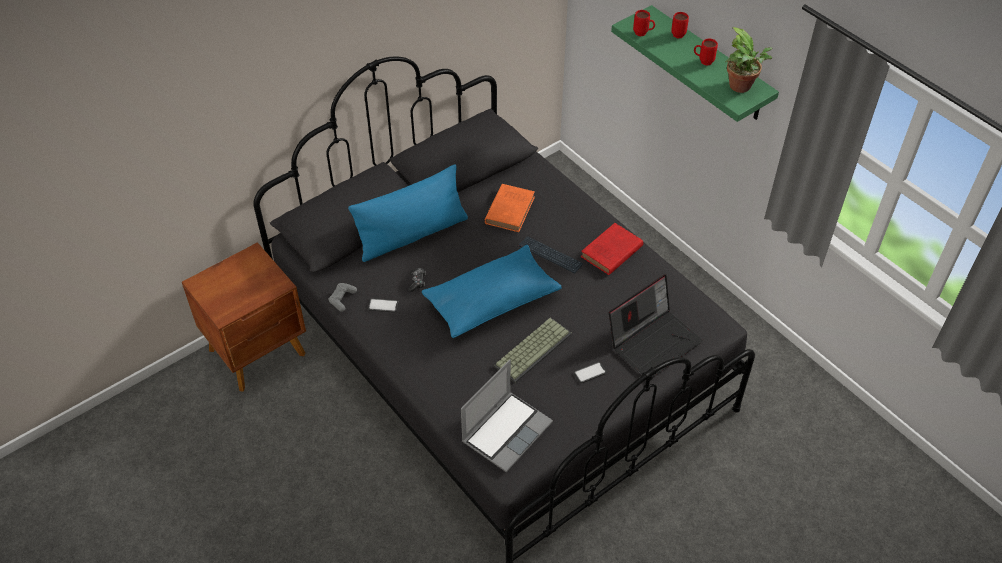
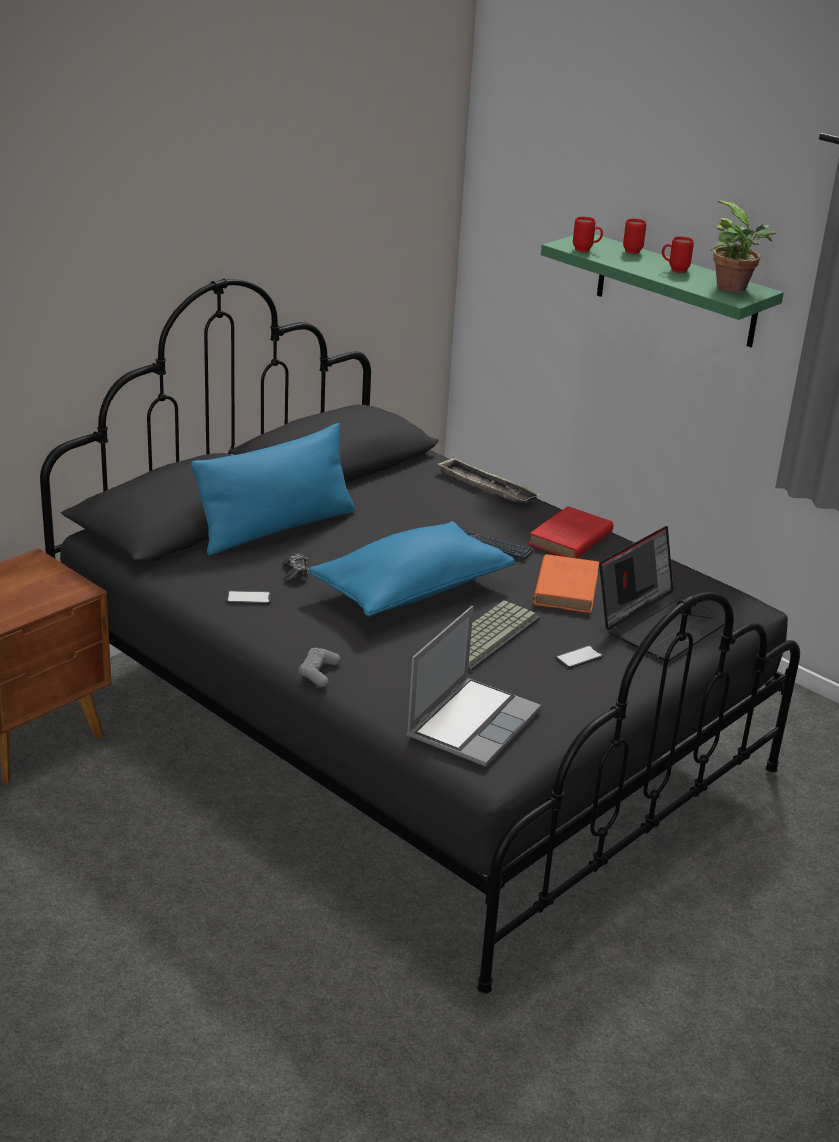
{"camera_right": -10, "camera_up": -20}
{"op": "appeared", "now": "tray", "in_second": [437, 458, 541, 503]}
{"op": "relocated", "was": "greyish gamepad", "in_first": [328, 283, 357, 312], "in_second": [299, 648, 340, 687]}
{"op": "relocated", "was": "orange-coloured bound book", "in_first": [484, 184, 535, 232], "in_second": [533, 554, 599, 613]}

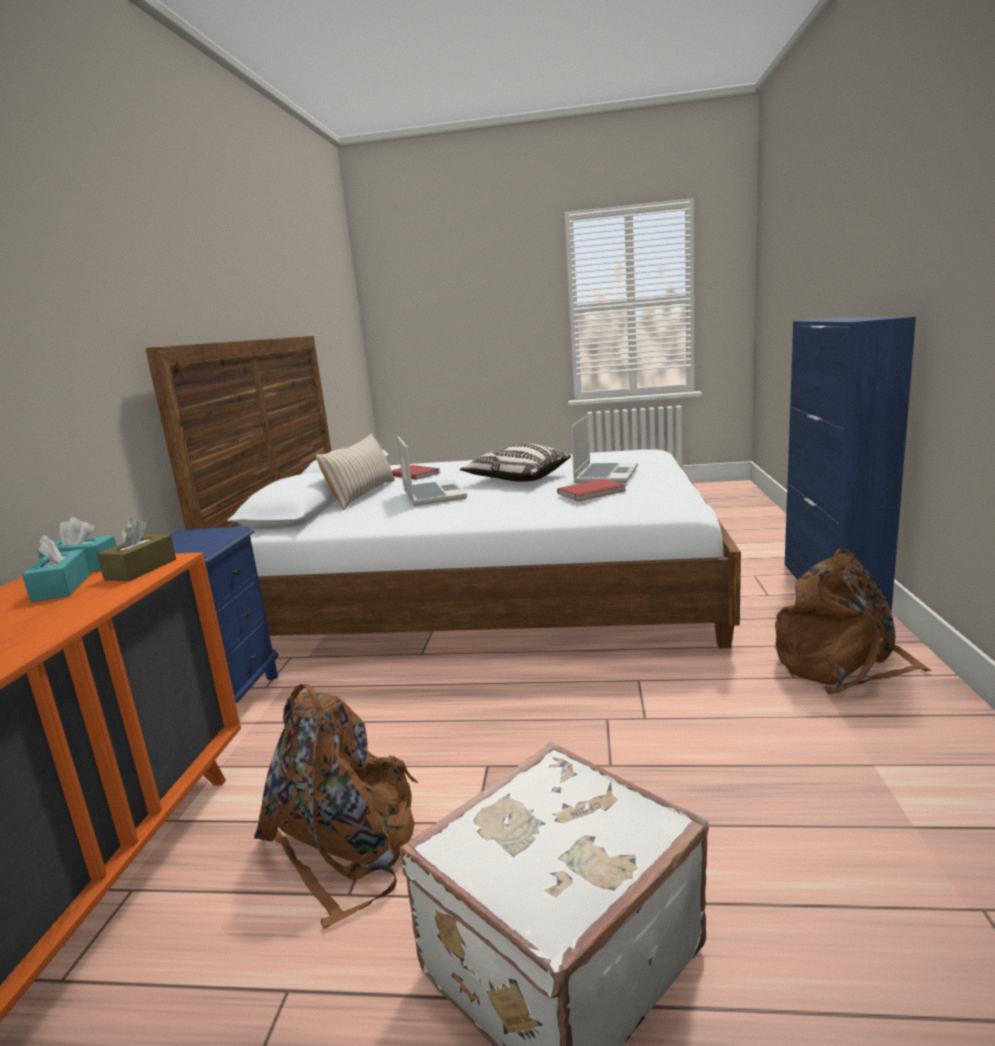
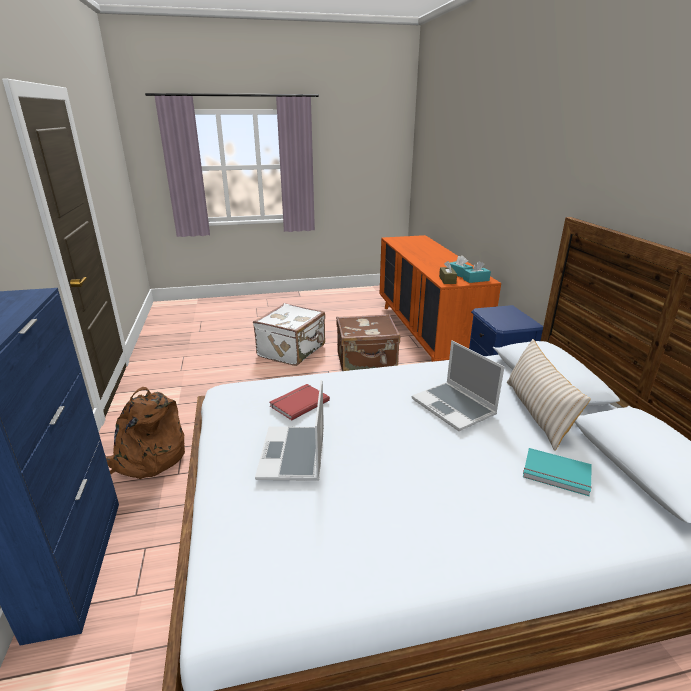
{"camera_right": 160, "camera_up": 10}
{"op": "missing", "was": "throw pillow", "in_first": [460, 444, 571, 482]}
{"op": "exchanged", "was": "brownish rucksack", "now": "brownish suitcase", "in_first": [254, 684, 418, 929], "in_second": [336, 314, 400, 371]}
{"op": "colour", "was": "reddish bound book", "now": "turquoise bound book", "in_first": [391, 465, 440, 480], "in_second": [523, 448, 592, 496]}

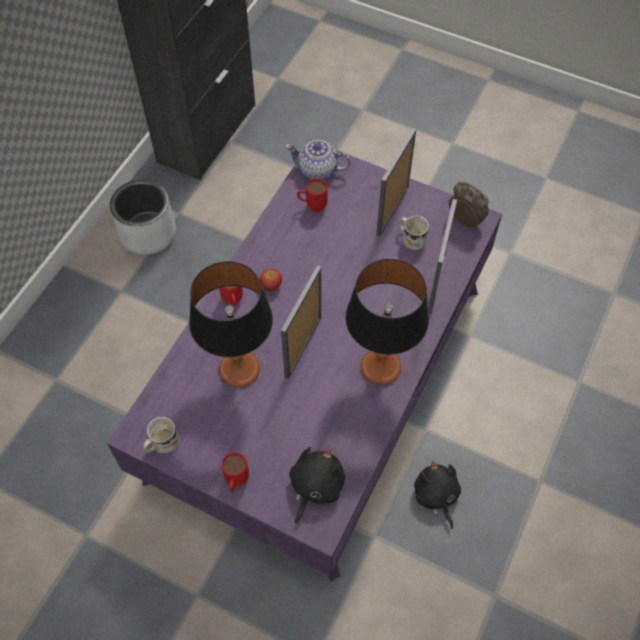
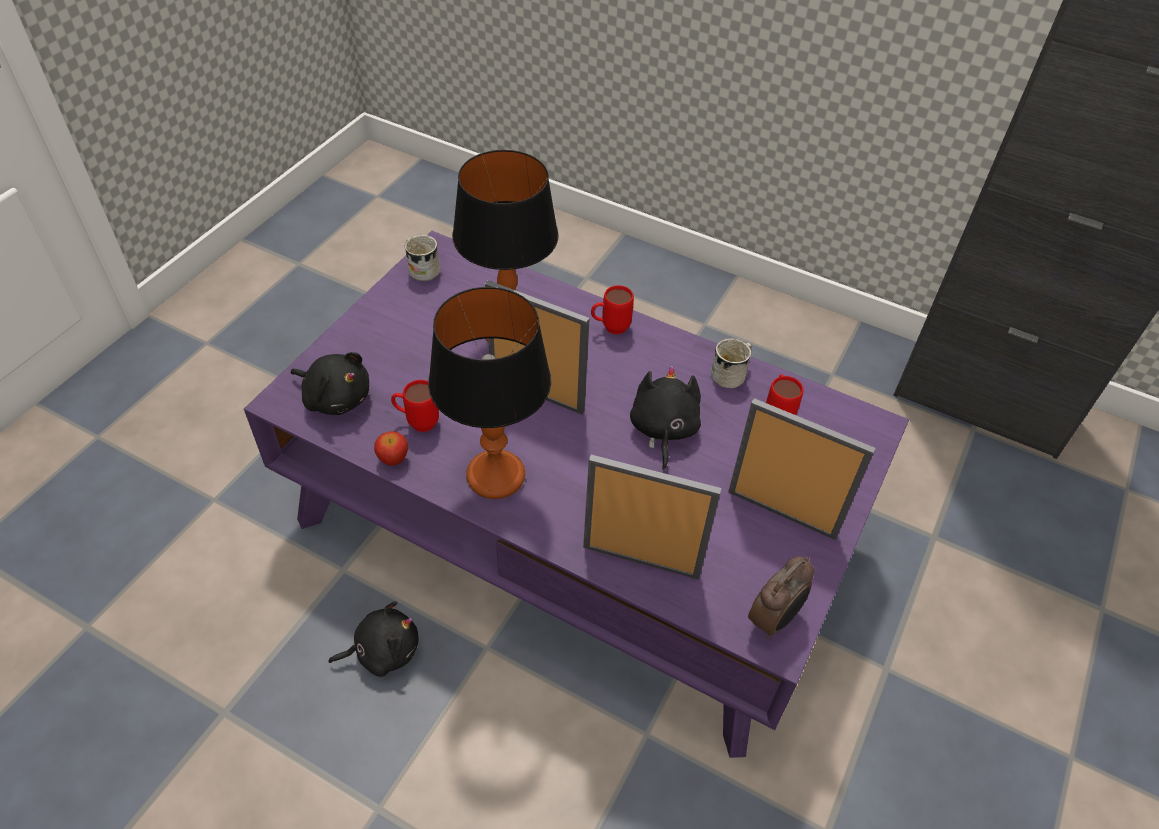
{"camera_right": 90, "camera_up": -10}
{"op": "missing", "was": "greyish flower pot", "in_first": [110, 180, 176, 255]}
{"op": "missing", "was": "teapot", "in_first": [285, 140, 351, 180]}
{"op": "appeared", "now": "black soft toy", "in_second": [630, 365, 701, 471]}
{"op": "relocated", "was": "reddish mug", "in_first": [221, 452, 249, 493], "in_second": [391, 380, 439, 432]}
{"op": "relocated", "was": "whole apple", "in_first": [260, 268, 282, 291], "in_second": [374, 431, 408, 466]}
{"op": "relocated", "was": "whitish mug", "in_first": [399, 216, 429, 250], "in_second": [711, 338, 752, 388]}

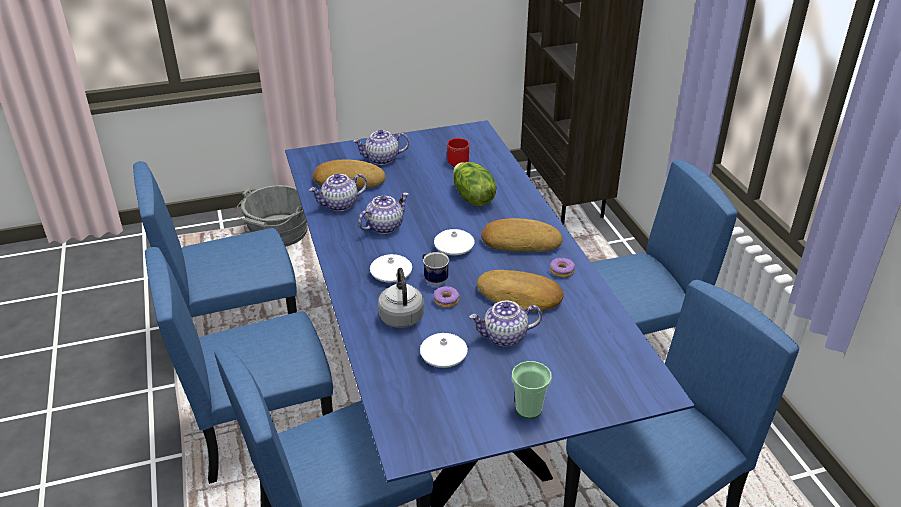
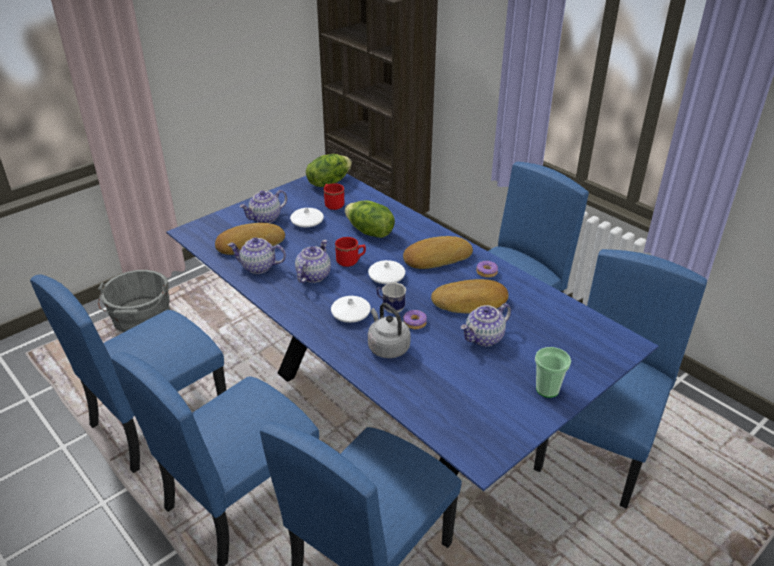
{"camera_right": -25, "camera_up": 0}
{"op": "appeared", "now": "lettuce head", "in_second": [306, 154, 352, 187]}
{"op": "appeared", "now": "reddish mug", "in_second": [335, 237, 366, 267]}
{"op": "relocated", "was": "whitish flower vase", "in_first": [420, 333, 468, 368], "in_second": [290, 208, 324, 227]}
{"op": "spun", "was": "teapot", "in_first": [309, 174, 367, 211], "in_second": [228, 237, 286, 274], "clockwise": 60}

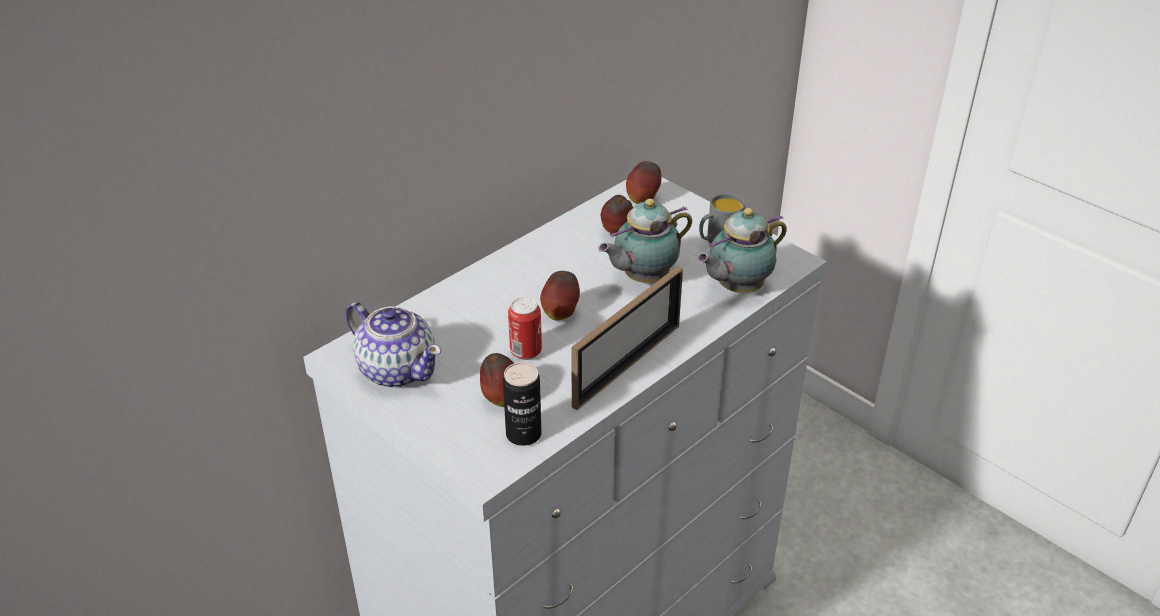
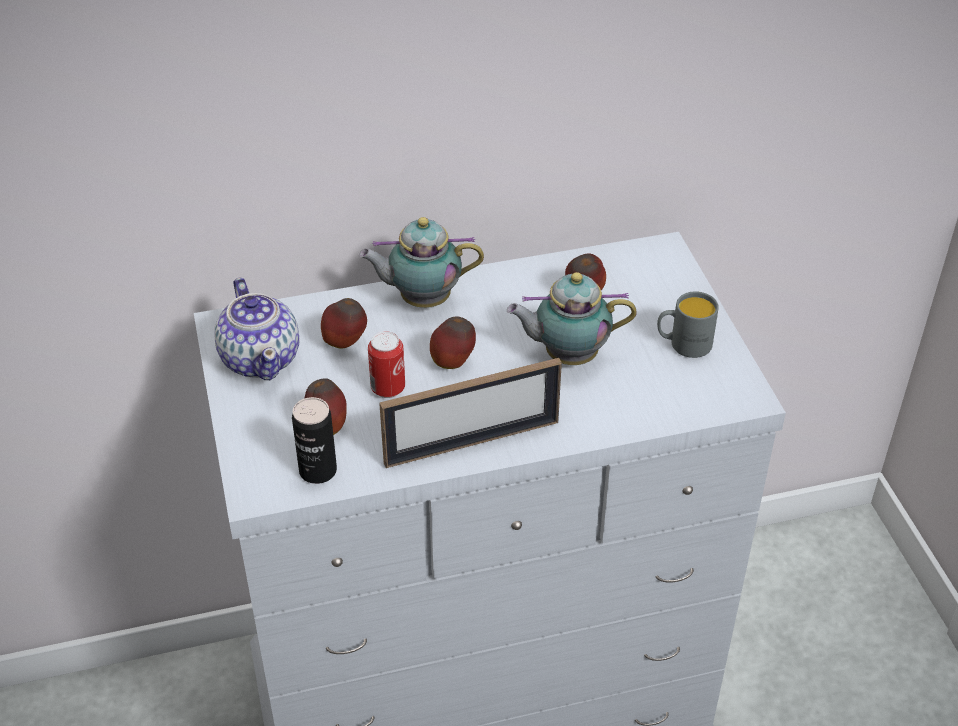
{"camera_right": 30, "camera_up": 5}
{"op": "relocated", "was": "whole apple", "in_first": [626, 161, 661, 204], "in_second": [321, 298, 367, 349]}
{"op": "relocated", "was": "teapot", "in_first": [697, 208, 787, 293], "in_second": [359, 217, 484, 308]}

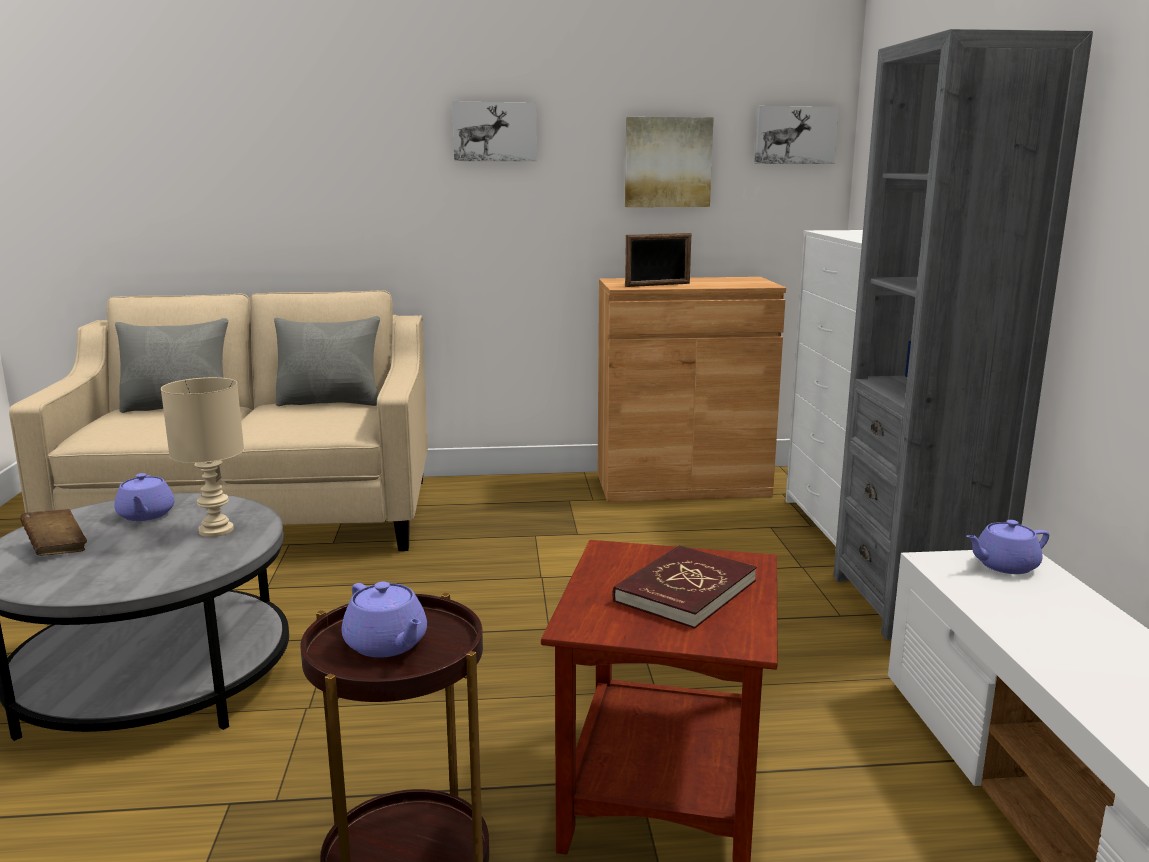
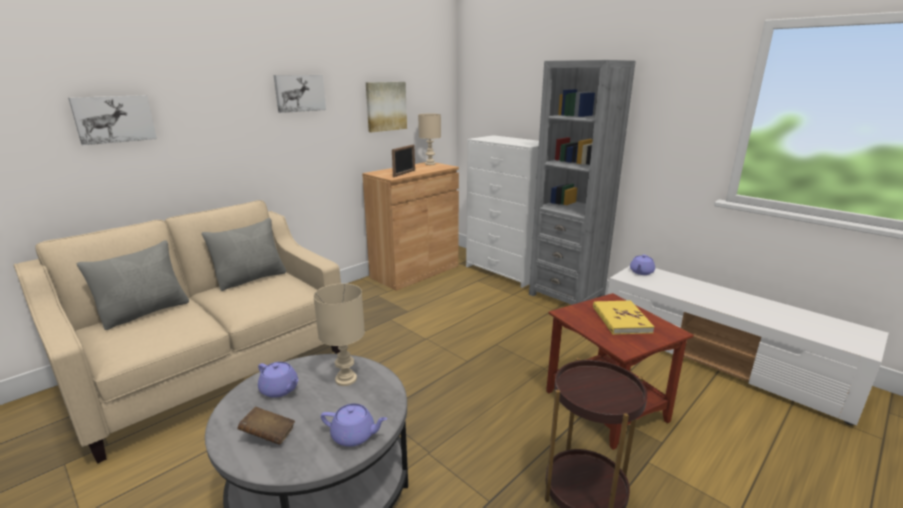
{"camera_right": -40, "camera_up": 5}
{"op": "appeared", "now": "beige tabletop lamp", "in_second": [418, 114, 441, 165]}
{"op": "relocated", "was": "purple-coloured teapot", "in_first": [342, 582, 427, 658], "in_second": [321, 404, 388, 447]}
{"op": "relocated", "was": "wall picture", "in_first": [754, 106, 839, 164], "in_second": [68, 95, 157, 145]}
{"op": "colour", "was": "reddish bound book", "now": "yellow bound book", "in_first": [613, 545, 757, 629], "in_second": [593, 300, 654, 335]}

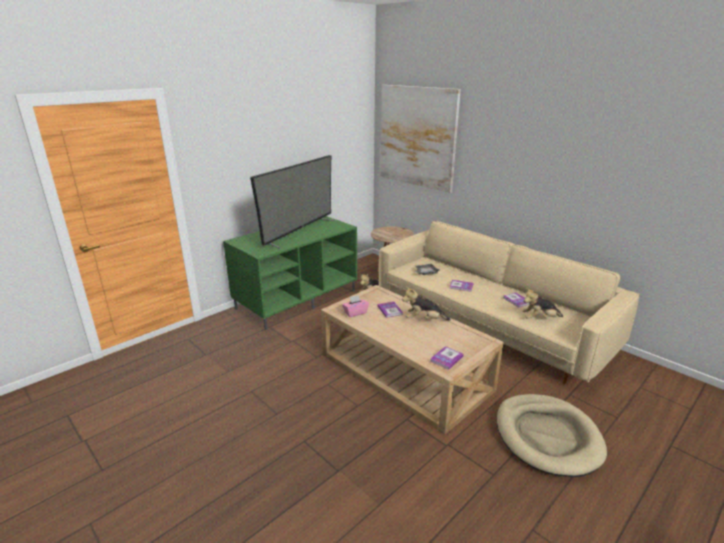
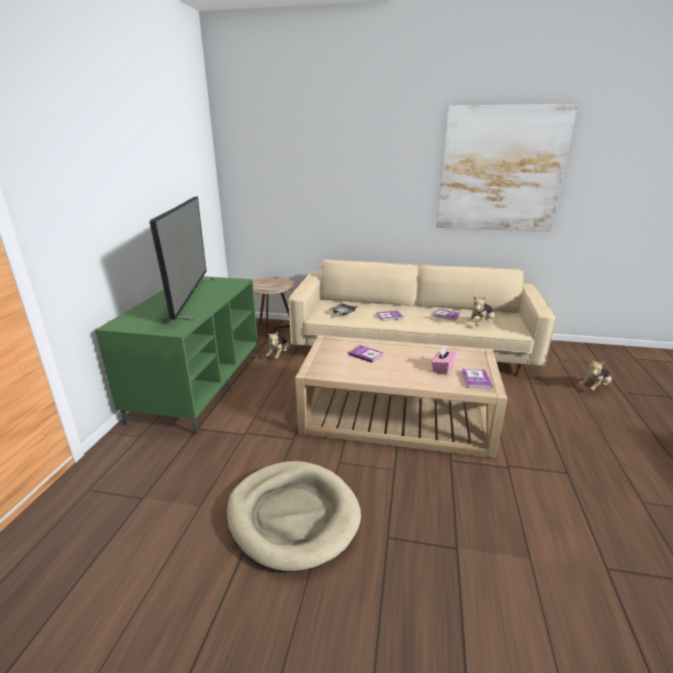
{"camera_right": -35, "camera_up": 0}
{"op": "relocated", "was": "pink box of tissues", "in_first": [342, 295, 369, 317], "in_second": [431, 346, 457, 374]}
{"op": "relocated", "was": "wall picture", "in_first": [380, 85, 461, 193], "in_second": [437, 104, 578, 232]}
{"op": "relocated", "was": "soft toy", "in_first": [402, 286, 451, 320], "in_second": [579, 361, 612, 391]}
{"op": "relocated", "was": "beige dog cushion", "in_first": [497, 394, 607, 477], "in_second": [227, 461, 361, 572]}

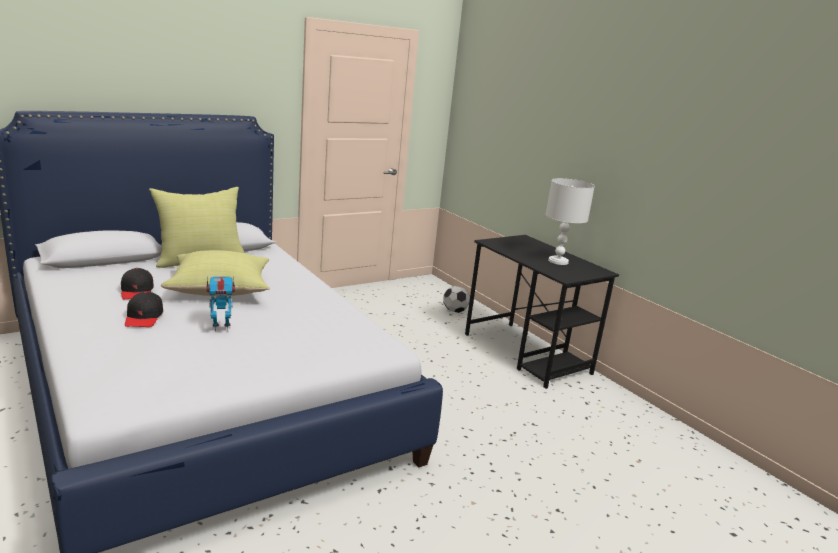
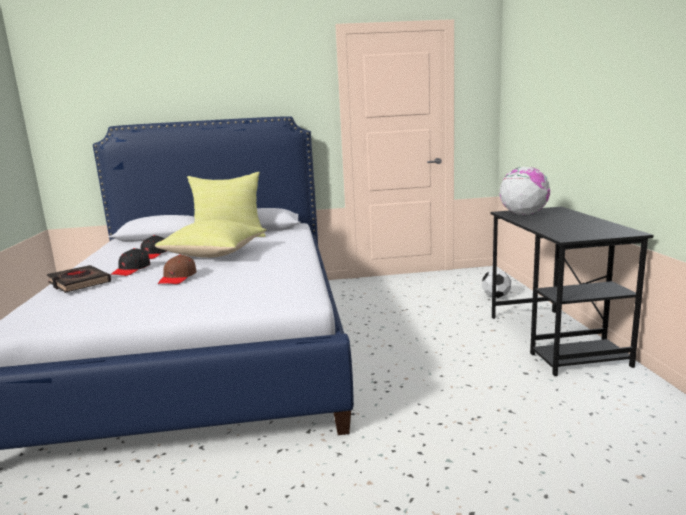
{"camera_right": 30, "camera_up": -5}
{"op": "missing", "was": "whitish tabletop lamp", "in_first": [546, 178, 595, 265]}
{"op": "appeared", "now": "black bound book", "in_second": [47, 265, 111, 293]}
{"op": "appeared", "now": "desk globe", "in_second": [500, 167, 550, 215]}
{"op": "exchanged", "was": "robot figure", "now": "brownish peaked cap", "in_first": [206, 276, 235, 331], "in_second": [158, 255, 197, 284]}

